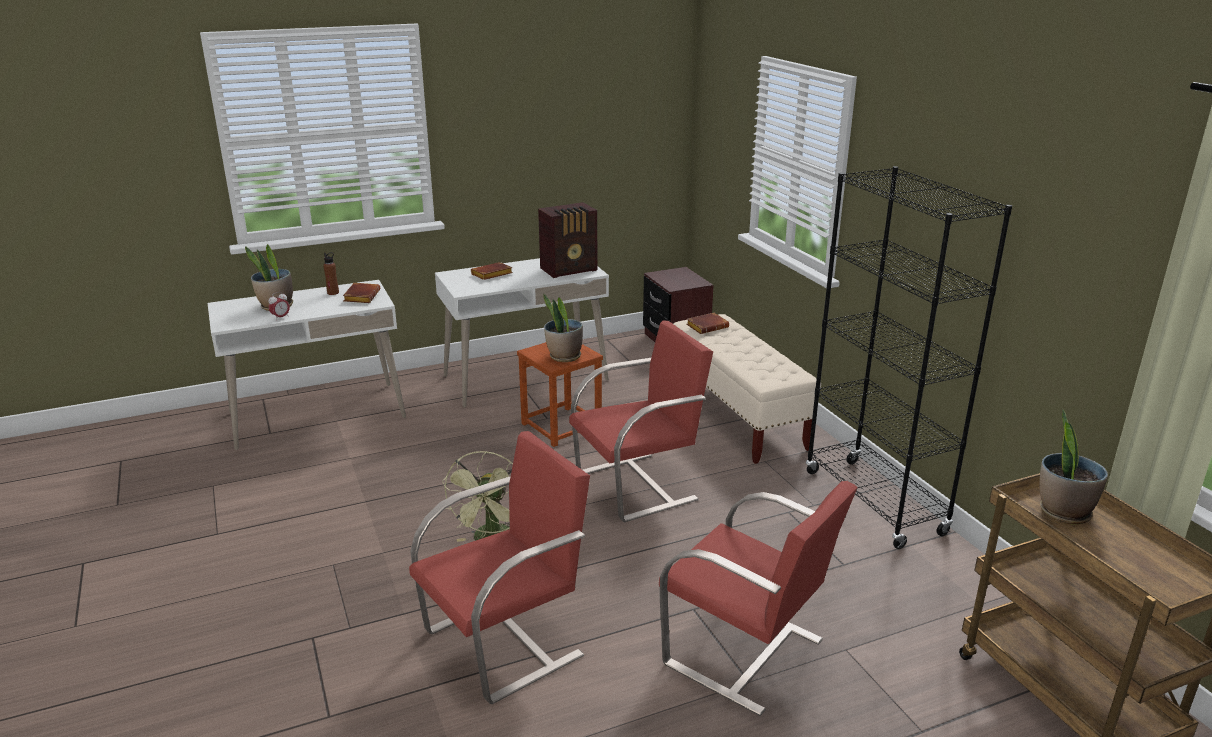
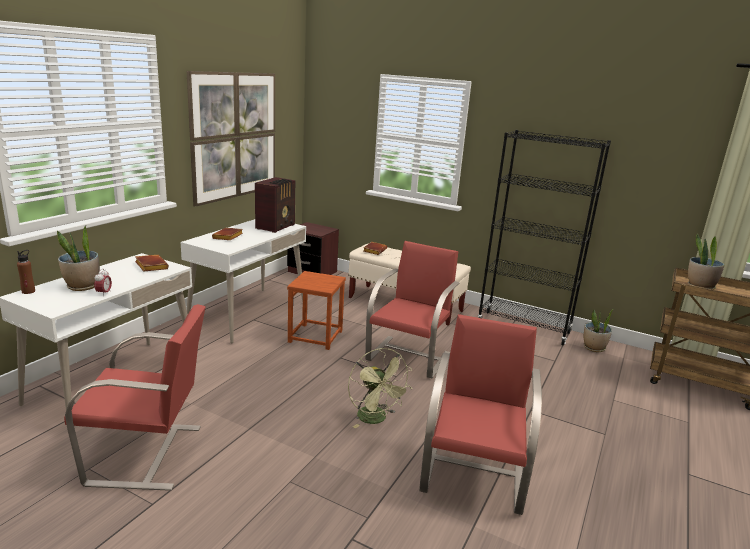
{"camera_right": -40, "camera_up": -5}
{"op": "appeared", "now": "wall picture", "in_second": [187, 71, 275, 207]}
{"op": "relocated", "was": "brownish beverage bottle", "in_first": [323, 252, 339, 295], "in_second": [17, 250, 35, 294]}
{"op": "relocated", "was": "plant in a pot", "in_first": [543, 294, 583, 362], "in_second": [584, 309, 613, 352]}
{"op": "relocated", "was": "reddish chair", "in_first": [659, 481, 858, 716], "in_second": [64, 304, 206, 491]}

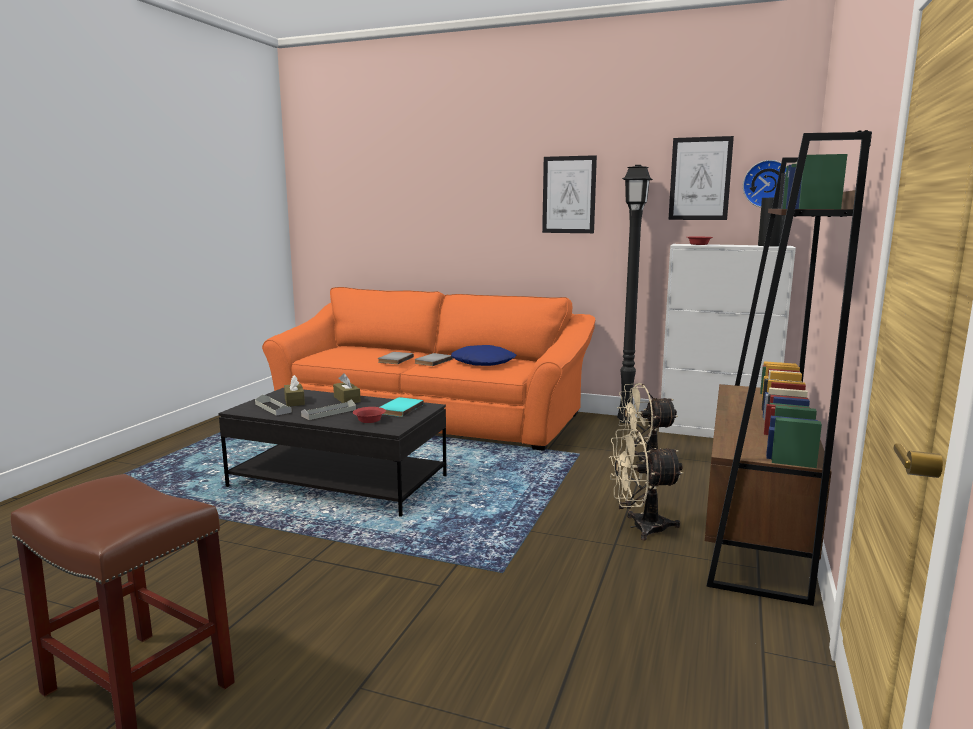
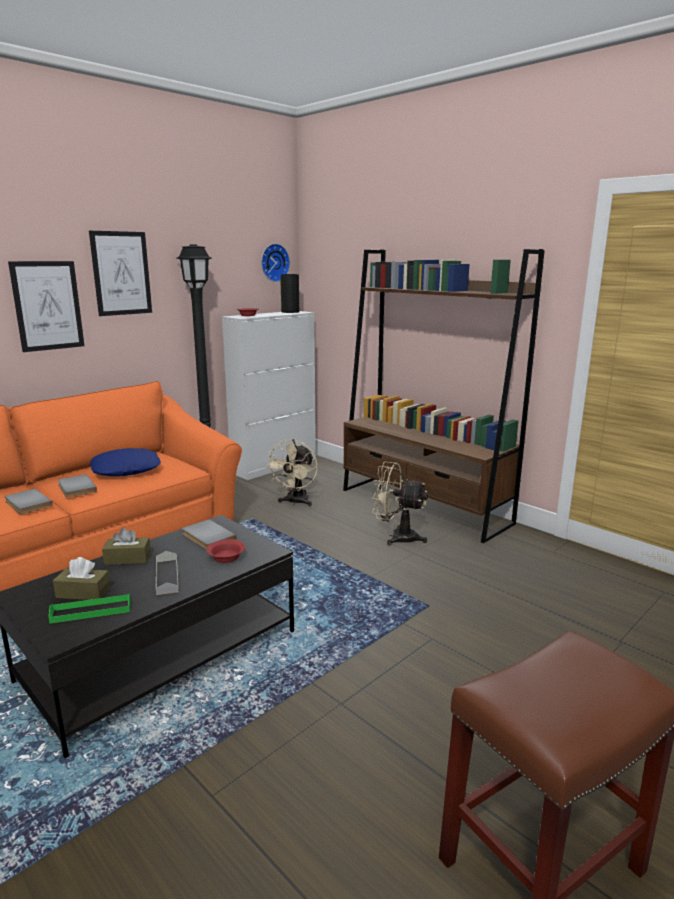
{"camera_right": -65, "camera_up": 5}
{"op": "relocated", "was": "wall picture", "in_first": [668, 136, 734, 220], "in_second": [8, 261, 84, 352]}
{"op": "colour", "was": "greyish tray", "now": "greenish tray", "in_first": [255, 395, 292, 416], "in_second": [48, 593, 131, 624]}
{"op": "colour", "was": "turquoise bound book", "now": "greyish bound book", "in_first": [380, 397, 424, 417], "in_second": [182, 519, 237, 550]}
{"op": "spun", "was": "beige cooling fan", "in_first": [609, 429, 683, 541], "in_second": [371, 462, 428, 546], "clockwise": 90}

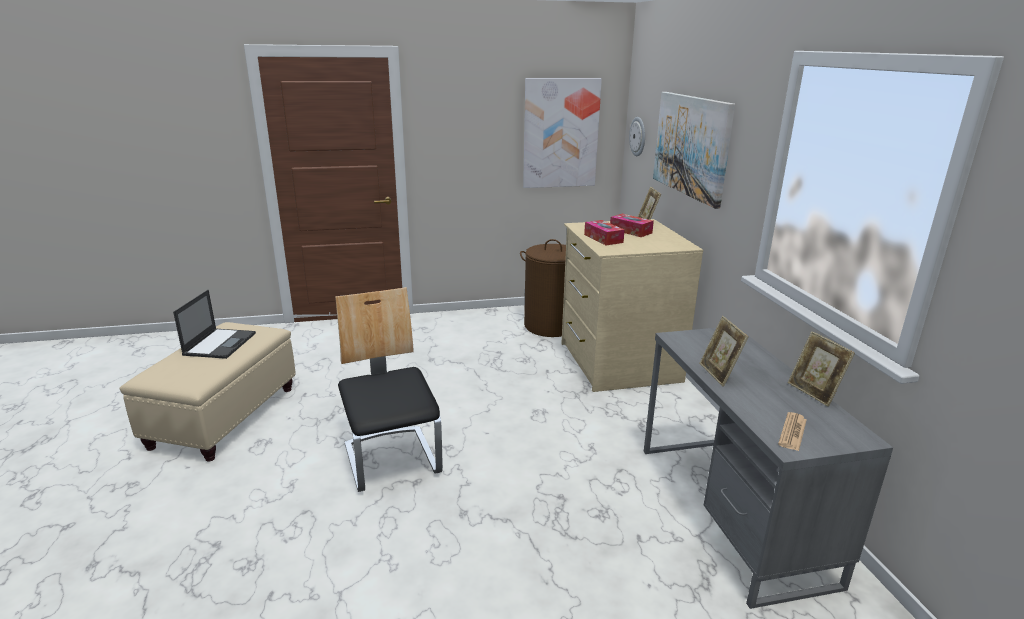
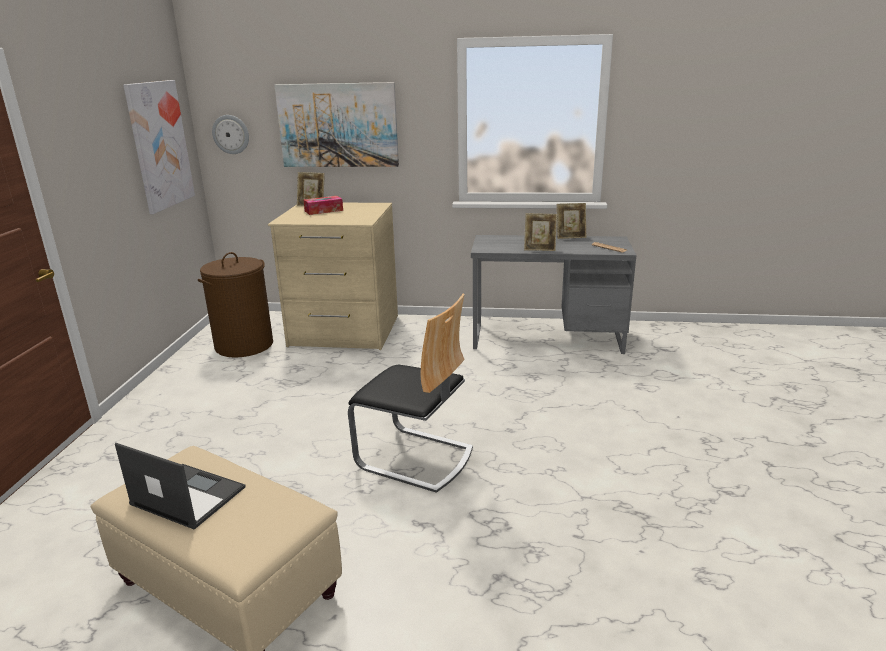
{"camera_right": -70, "camera_up": 0}
{"op": "missing", "was": "box of tissues", "in_first": [584, 220, 625, 245]}
{"op": "spun", "was": "chair", "in_first": [335, 287, 443, 492], "in_second": [348, 294, 473, 493], "clockwise": -150}

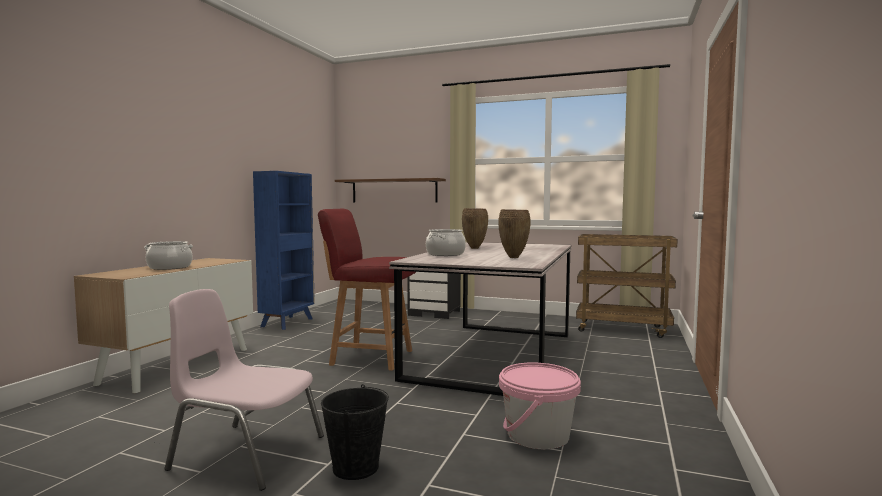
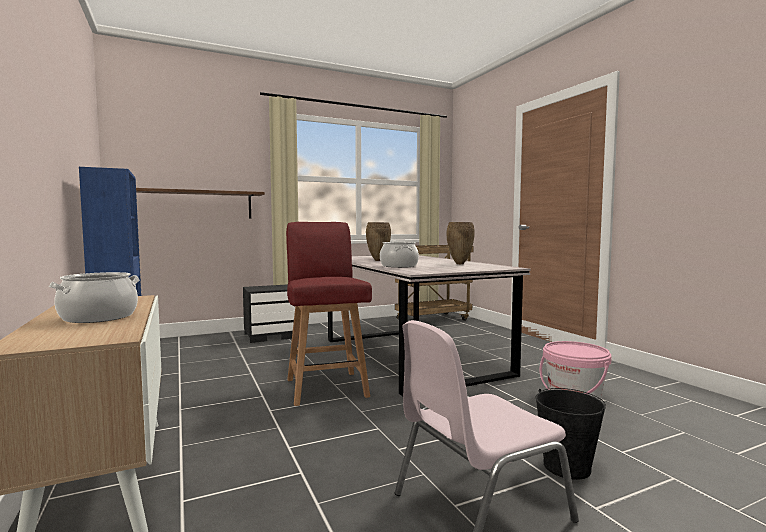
{"camera_right": -45, "camera_up": 0}
{"op": "spun", "was": "reddish chair", "in_first": [318, 209, 416, 371], "in_second": [286, 222, 372, 406], "clockwise": 105}

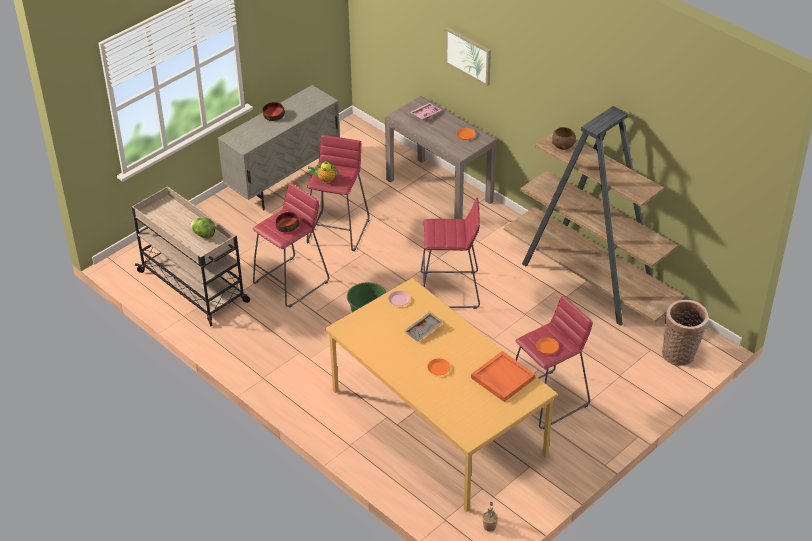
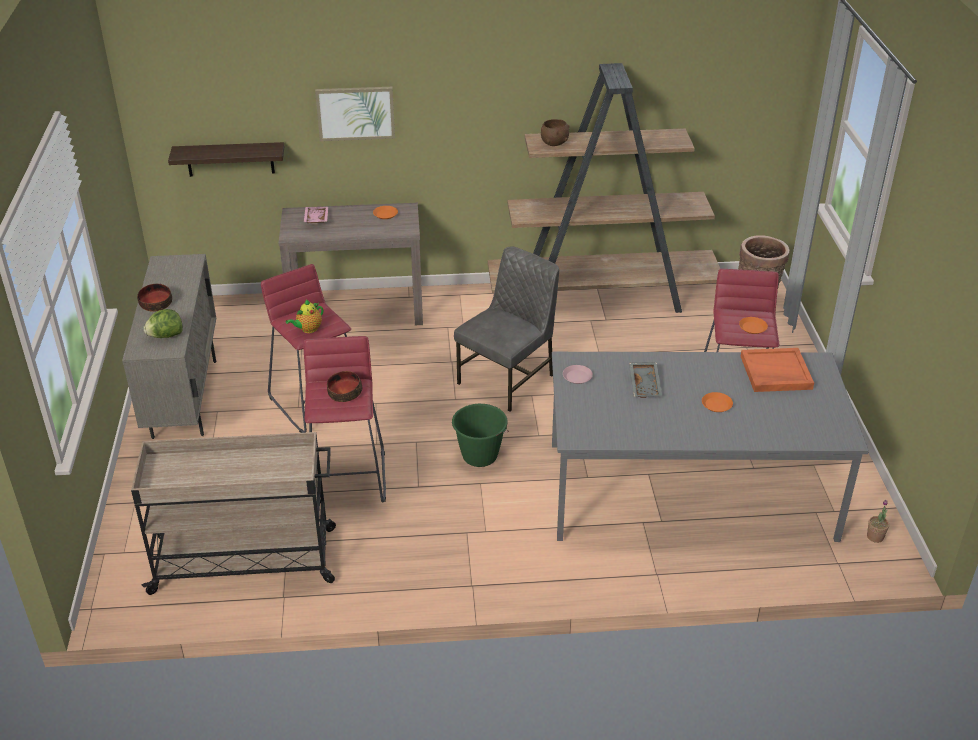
{"camera_right": -50, "camera_up": -5}
{"op": "appeared", "now": "bracket shelf", "in_second": [168, 142, 284, 177]}
{"op": "relocated", "was": "lettuce head", "in_first": [190, 217, 215, 238], "in_second": [144, 309, 183, 338]}
{"op": "exchanged", "was": "reddish stool seat", "now": "greyish chair", "in_first": [421, 197, 480, 309], "in_second": [454, 246, 559, 412]}
{"op": "colour", "was": "orange-coloured dining table", "now": "greyish dining table", "in_first": [325, 278, 558, 512], "in_second": [552, 352, 869, 542]}

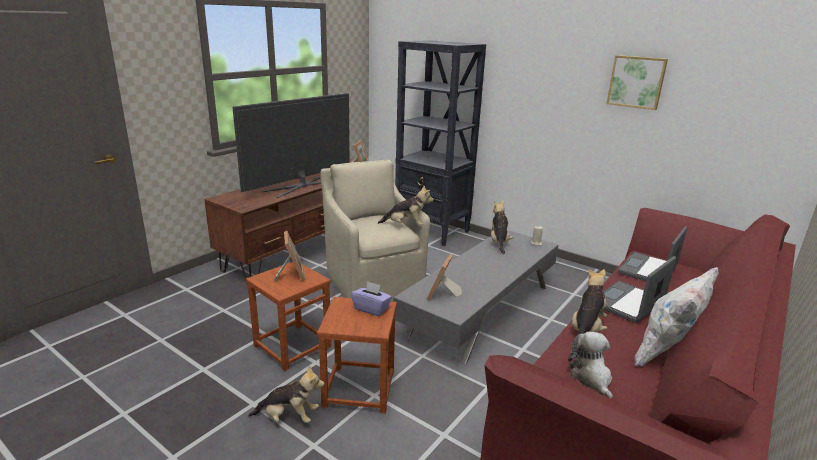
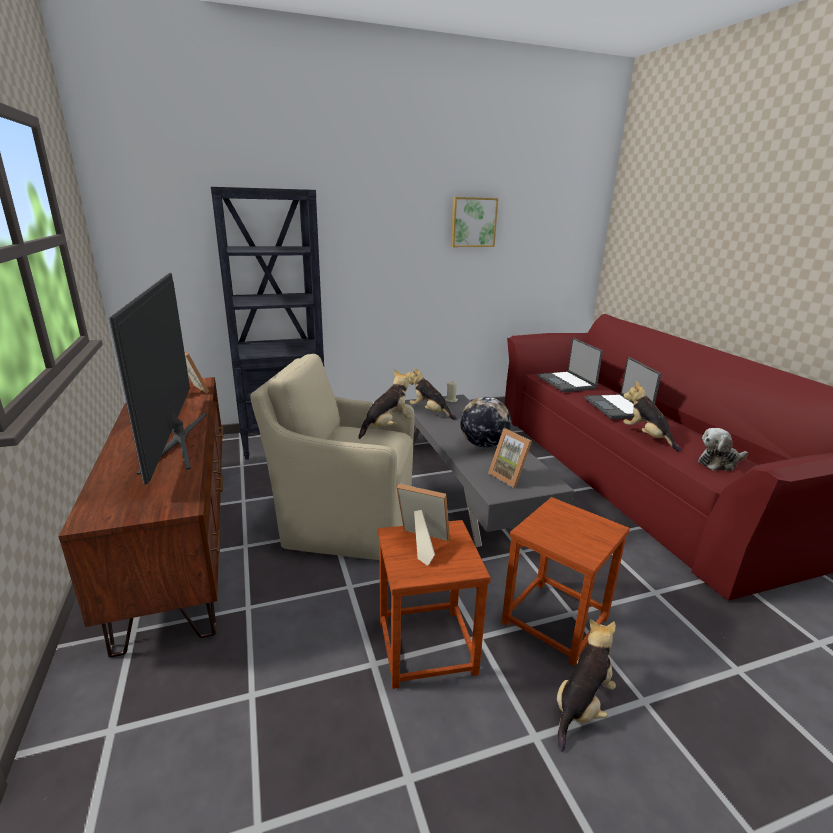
{"camera_right": -55, "camera_up": 0}
{"op": "missing", "was": "purple-coloured box of tissues", "in_first": [351, 281, 392, 316]}
{"op": "missing", "was": "whitish throw pillow", "in_first": [635, 267, 718, 366]}
{"op": "appeared", "now": "desk globe", "in_second": [460, 397, 511, 448]}
{"op": "spun", "was": "soft toy", "in_first": [568, 332, 613, 399], "in_second": [698, 428, 748, 471], "clockwise": -45}

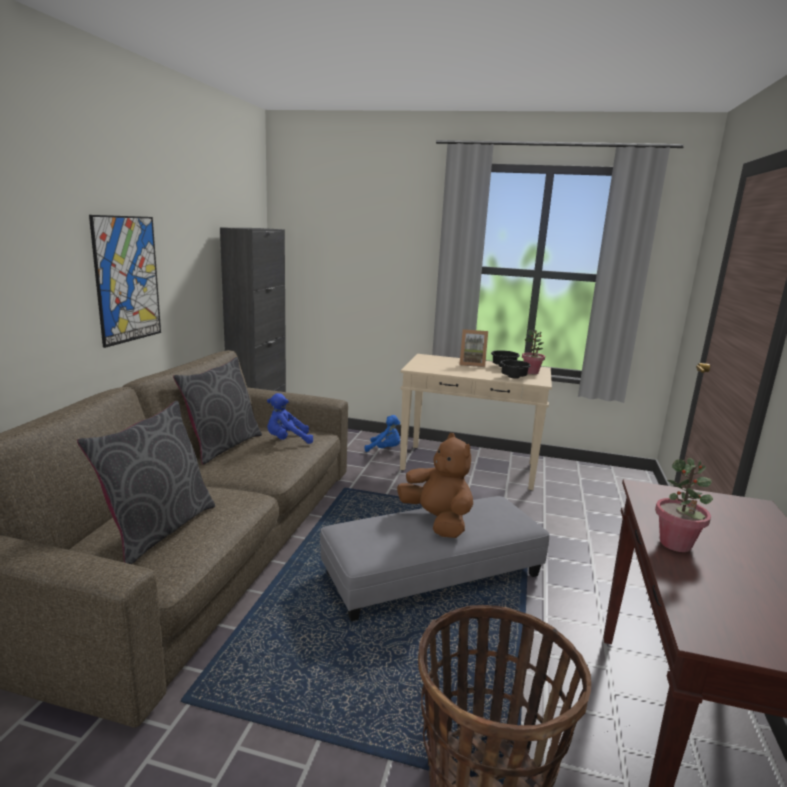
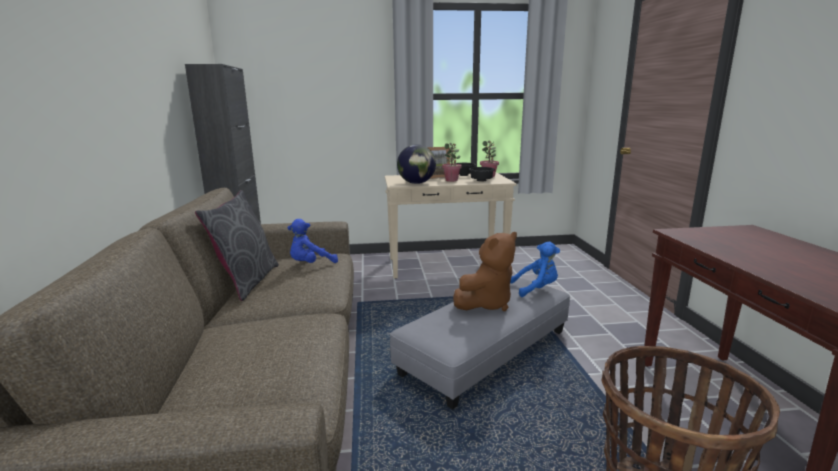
{"camera_right": -20, "camera_up": 0}
{"op": "missing", "was": "greyish throw pillow", "in_first": [77, 401, 215, 564]}
{"op": "missing", "was": "wall picture", "in_first": [89, 215, 161, 348]}
{"op": "appeared", "now": "desk globe", "in_second": [397, 144, 436, 184]}
{"op": "relocated", "was": "blue-coloured soft toy", "in_first": [365, 415, 400, 452], "in_second": [510, 242, 560, 297]}
{"op": "relocated", "was": "plant in a pot", "in_first": [655, 458, 713, 552], "in_second": [442, 143, 462, 182]}
{"op": "spun", "was": "brownish soft toy", "in_first": [397, 433, 473, 538], "in_second": [453, 232, 517, 311], "clockwise": 105}

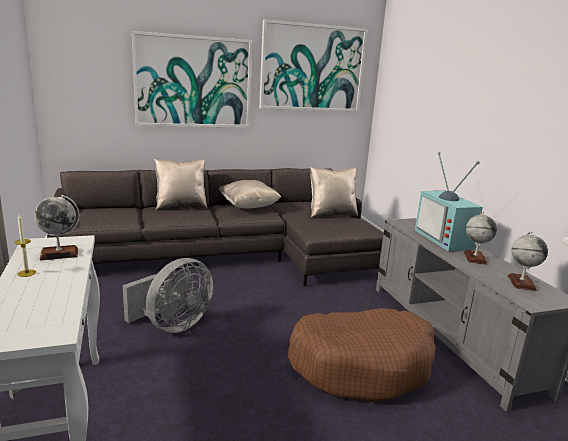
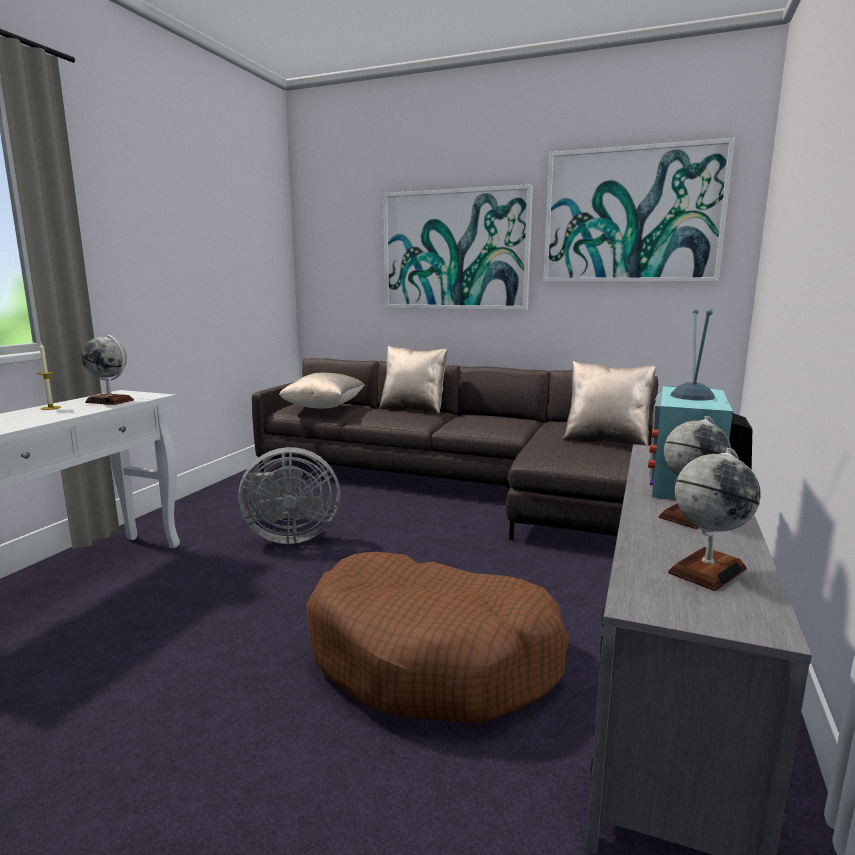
{"camera_right": 40, "camera_up": -5}
{"op": "relocated", "was": "beige throw pillow", "in_first": [219, 180, 281, 208], "in_second": [279, 373, 365, 408]}

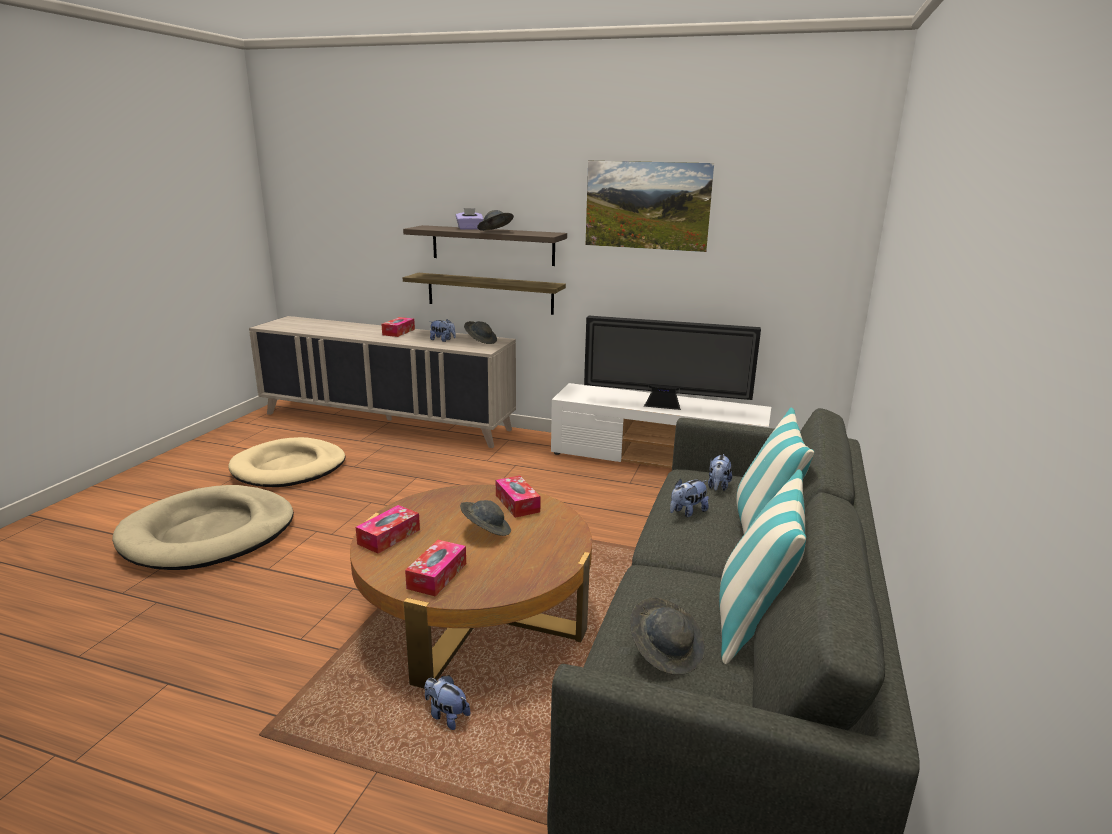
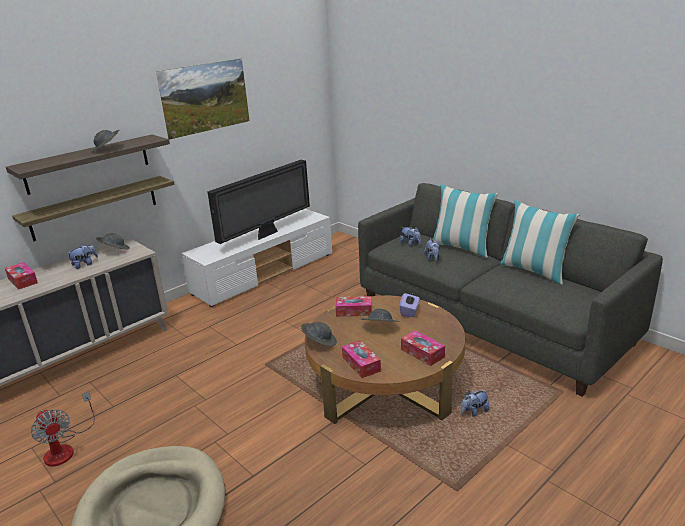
{"camera_right": -60, "camera_up": 5}
{"op": "relocated", "was": "purple-coloured box of tissues", "in_first": [456, 208, 483, 230], "in_second": [399, 292, 420, 317]}
{"op": "relocated", "was": "greyish clothing hat", "in_first": [630, 597, 705, 675], "in_second": [301, 322, 337, 346]}
{"op": "exchanged", "was": "beige dog cushion", "now": "cooling fan", "in_first": [228, 437, 345, 487], "in_second": [31, 391, 95, 466]}

